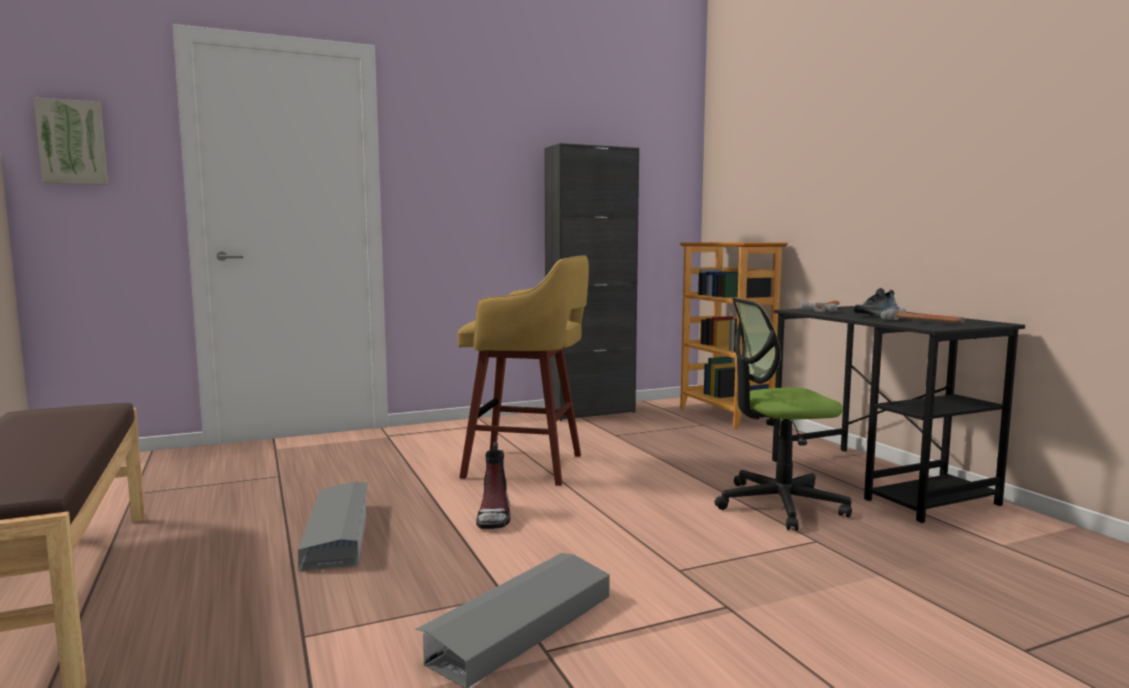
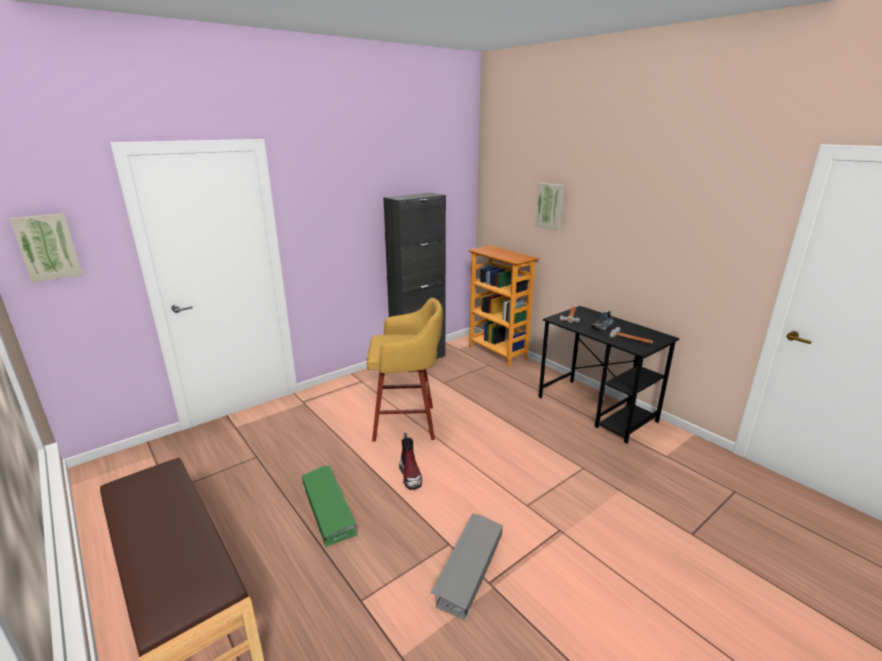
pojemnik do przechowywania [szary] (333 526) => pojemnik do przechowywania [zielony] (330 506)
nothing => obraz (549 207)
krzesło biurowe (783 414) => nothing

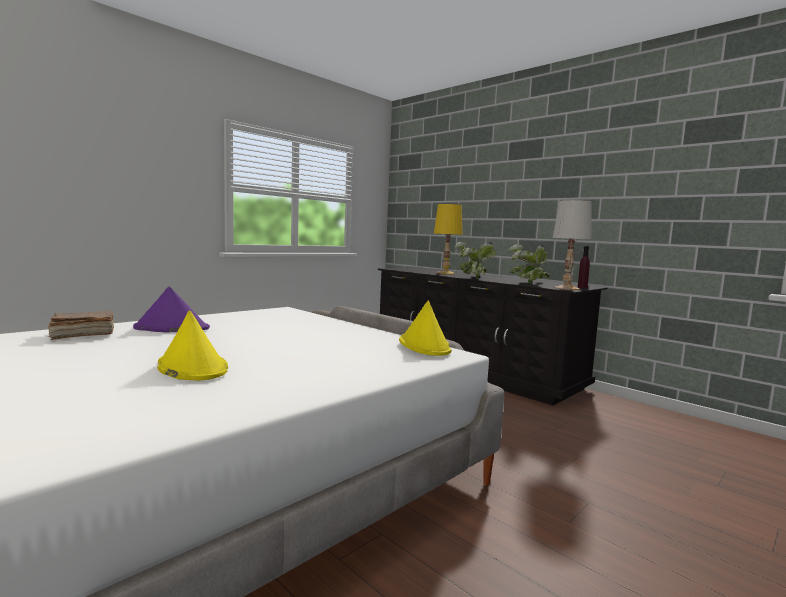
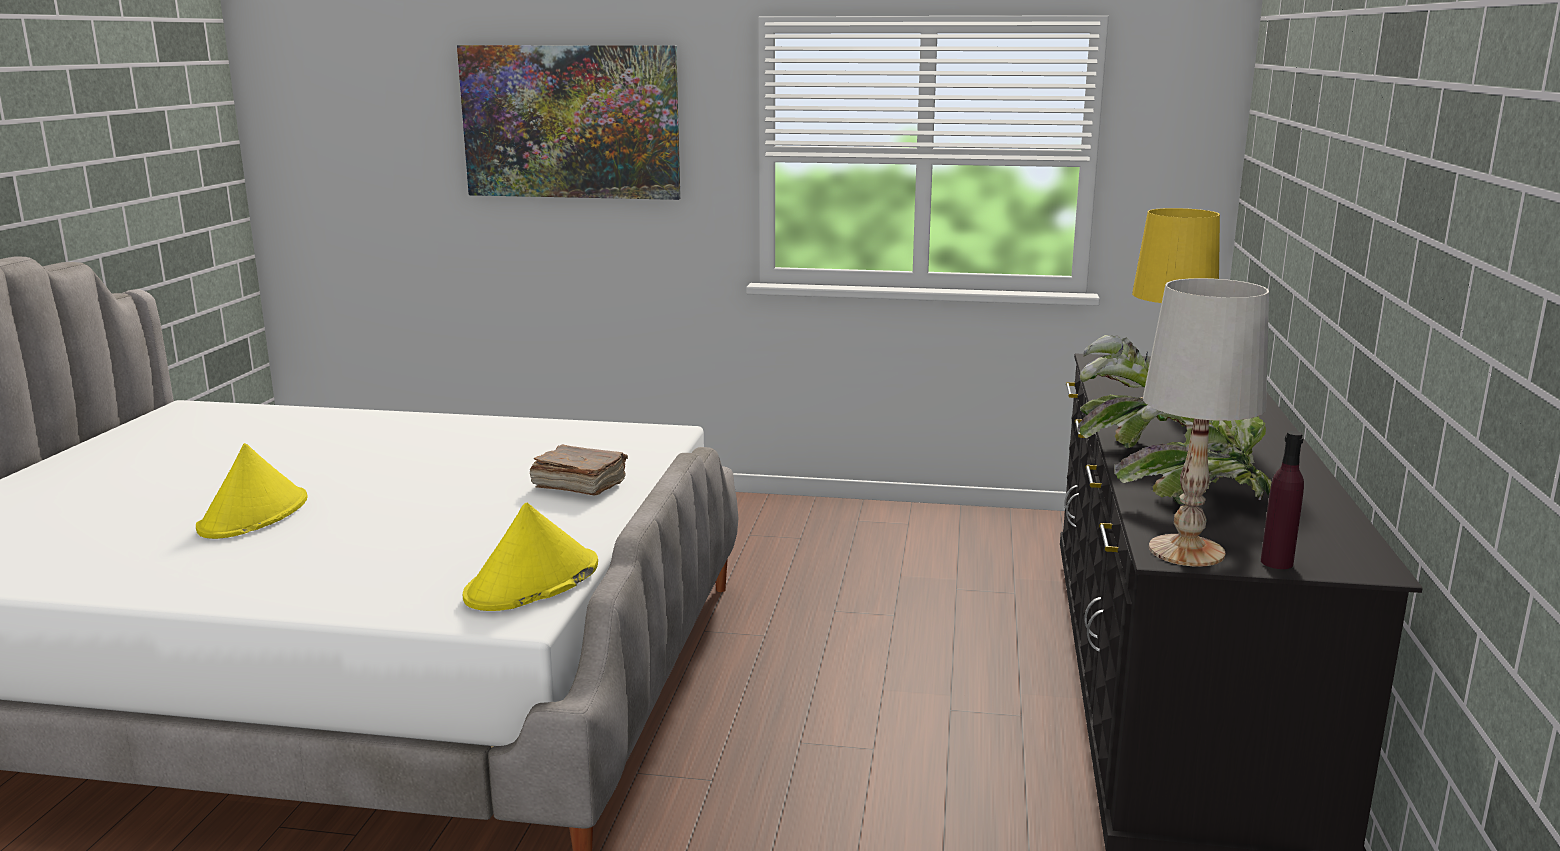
nothing => obraz (568 122)
książka [brązowy] (81 325) => książka [brązowy] (579 470), moved
kapelusz [fioletowy] (171 309) => nothing

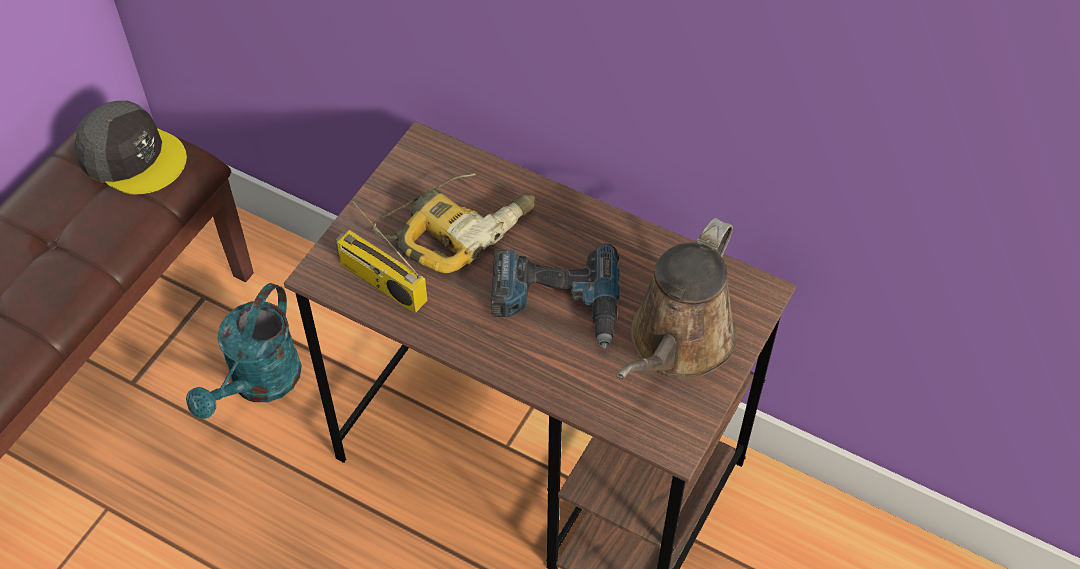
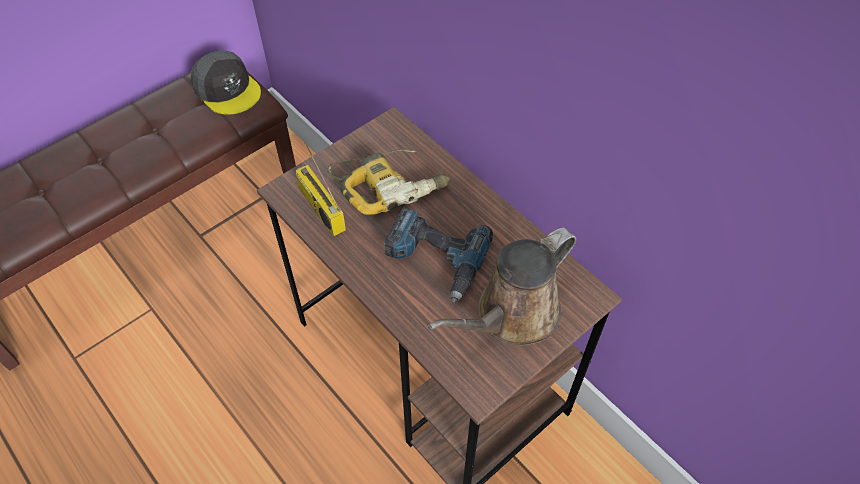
konewka [turkusowy] (244 351) => nothing

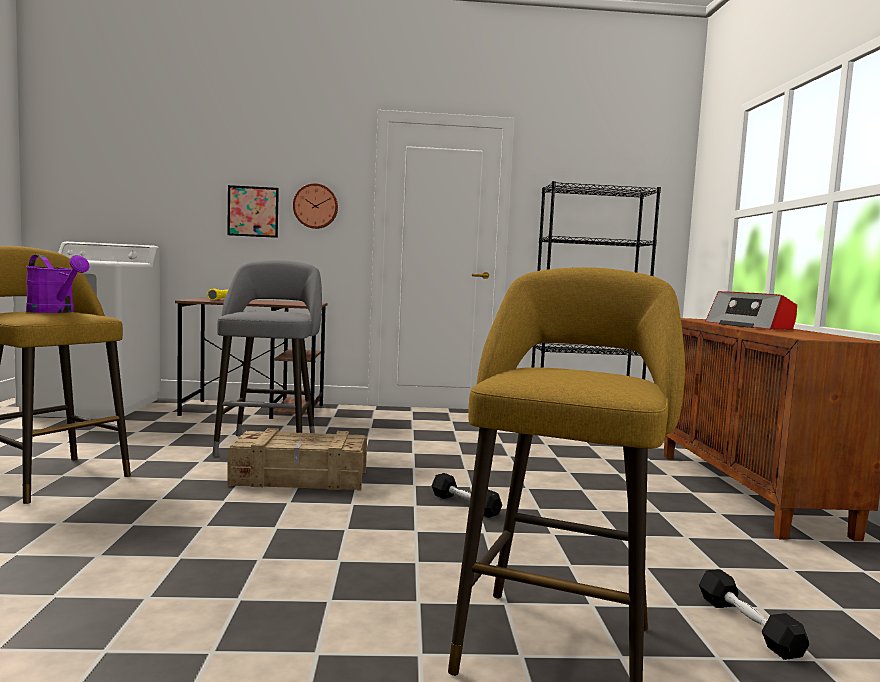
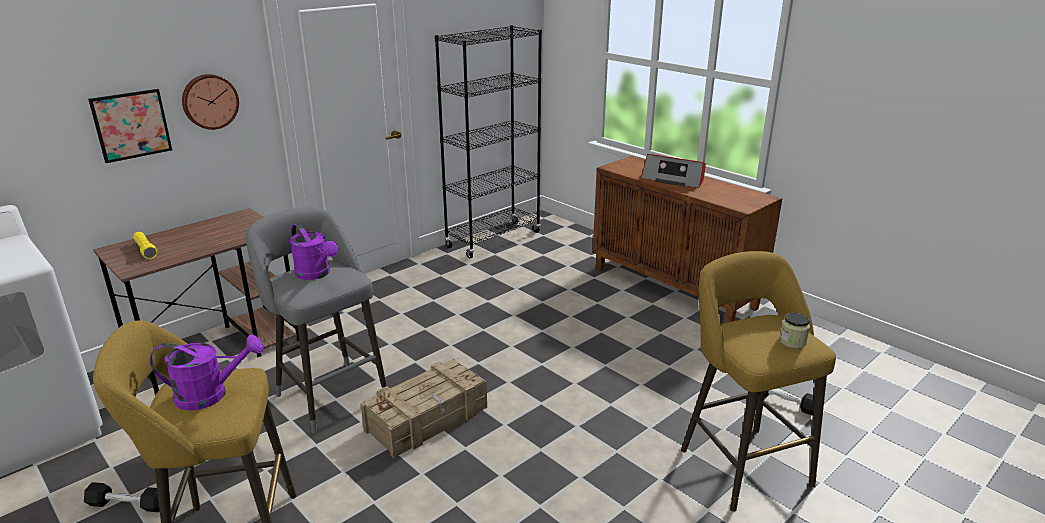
hantel [czarny] (467 495) => hantel [czarny] (122 497), moved
nothing => konewka [fioletowy] (314 251)
nothing => słoik (794 331)

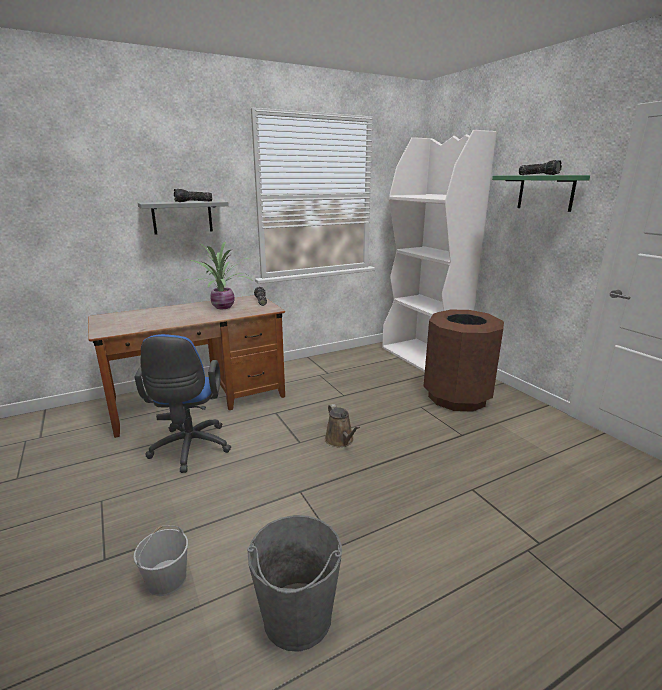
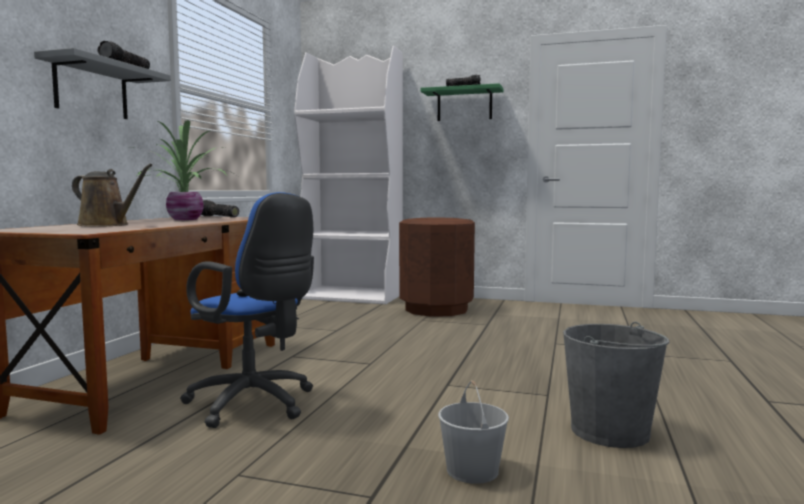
konewka [brązowy] (342 425) => konewka [brązowy] (112 195), moved

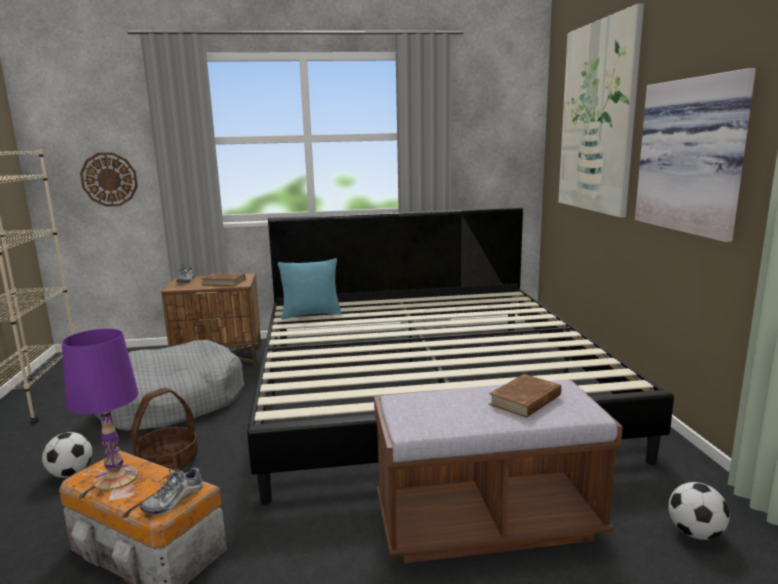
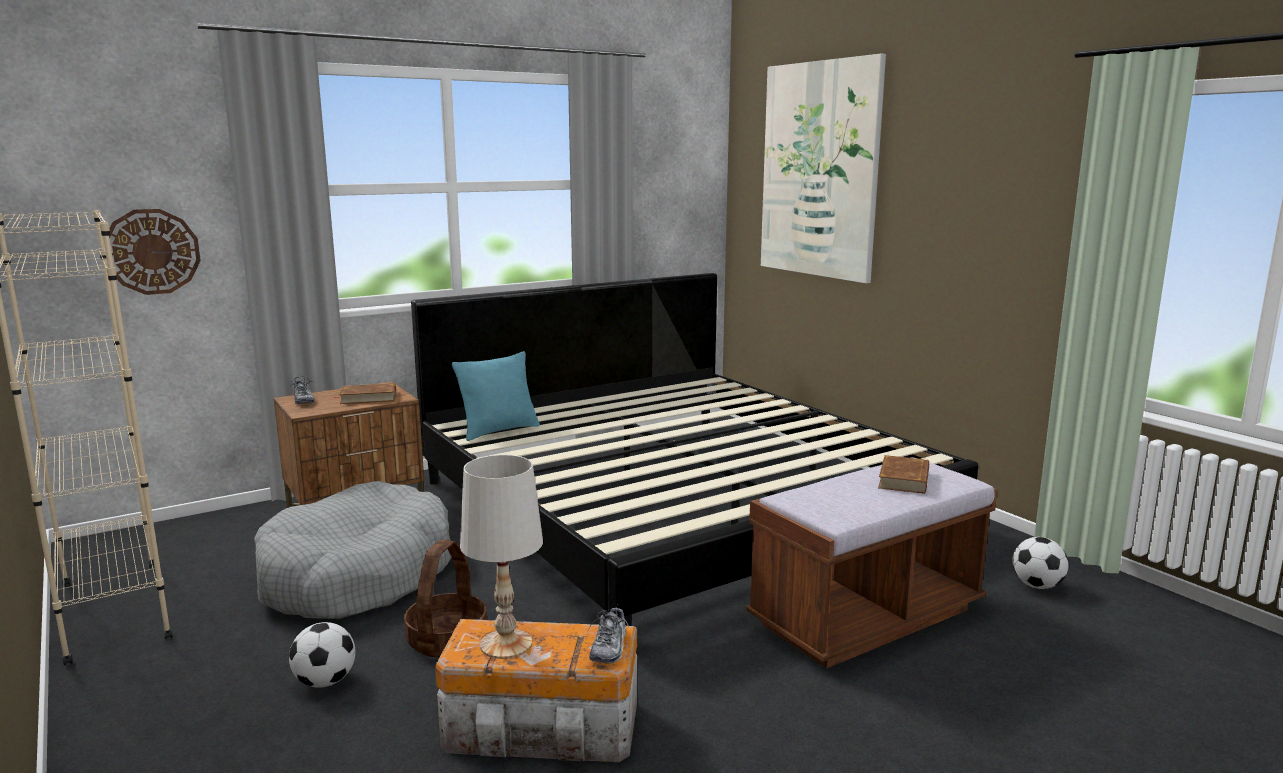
lampa stołowa [fioletowy] (100 409) => lampa stołowa [biały] (501 557)
obraz (695 155) => nothing

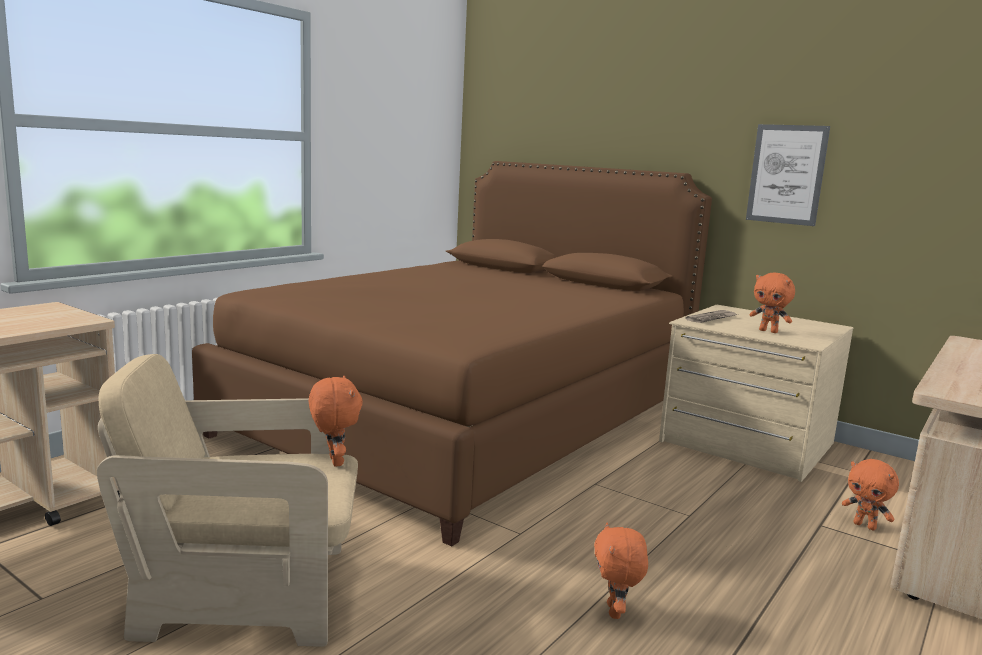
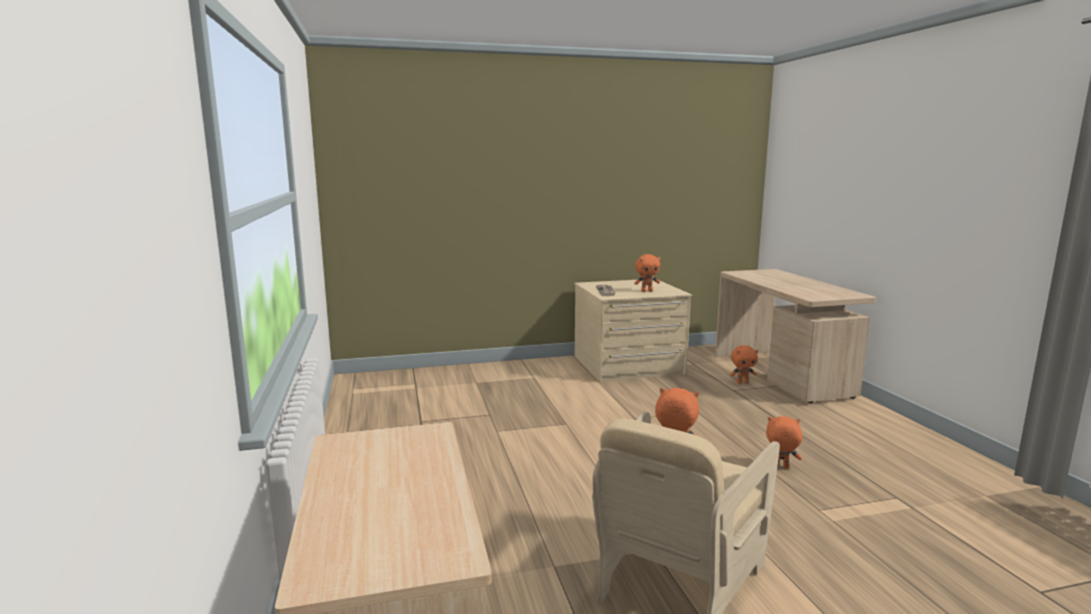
pluszak [pomarańczowy] (621 571) => pluszak [pomarańczowy] (784 442), 150 degrees clockwise
łóżko [brązowy] (452 353) => nothing
obraz (788 175) => nothing

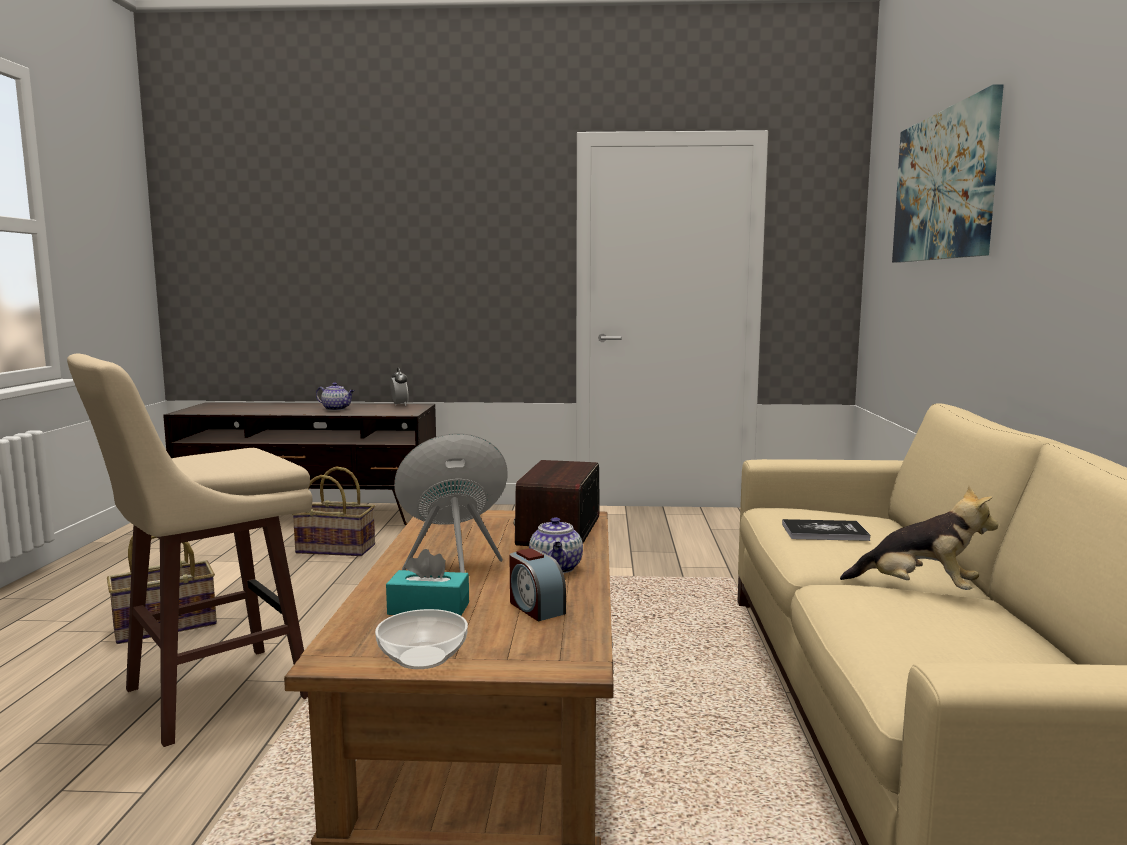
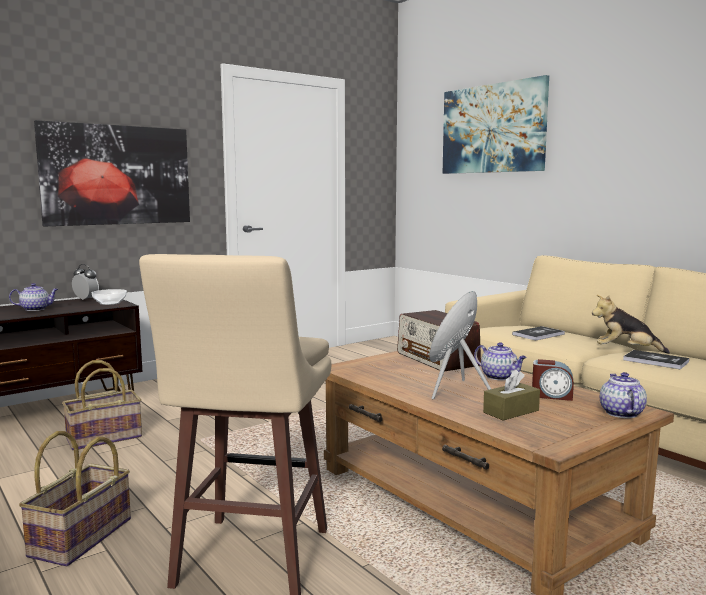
nothing => obraz (112 173)
miska (421 639) => miska (109 297), moved
pudełko chusteczek [turkusowy] (427 582) => pudełko chusteczek [brązowy] (511 395)
pluszak (919 538) => pluszak (631 324), 150 degrees counterclockwise
nothing => imbryk (623 395)
nothing => książka (656 360)

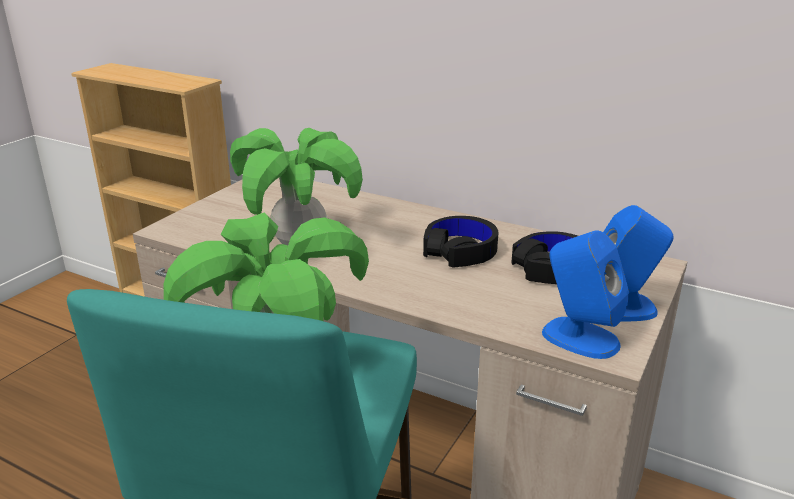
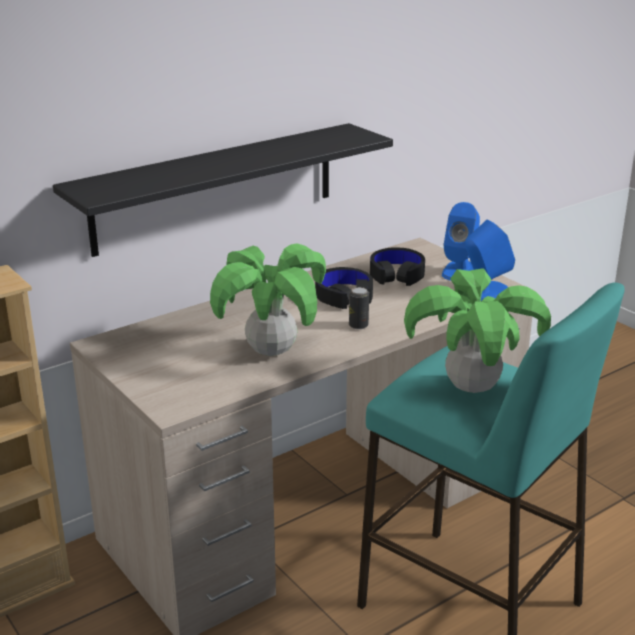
nothing => półka [czarny] (223 190)
nothing => puszka (359 308)

